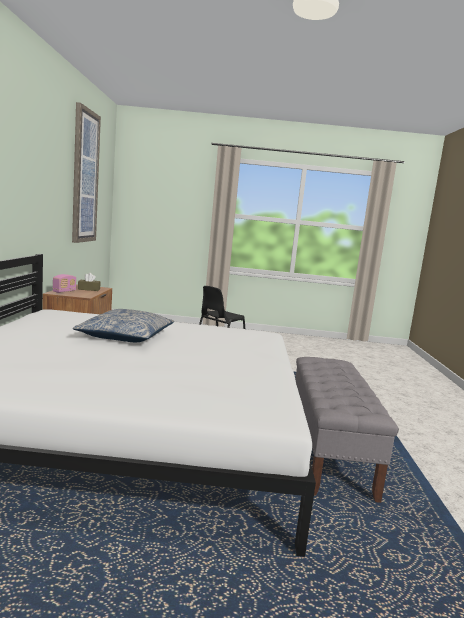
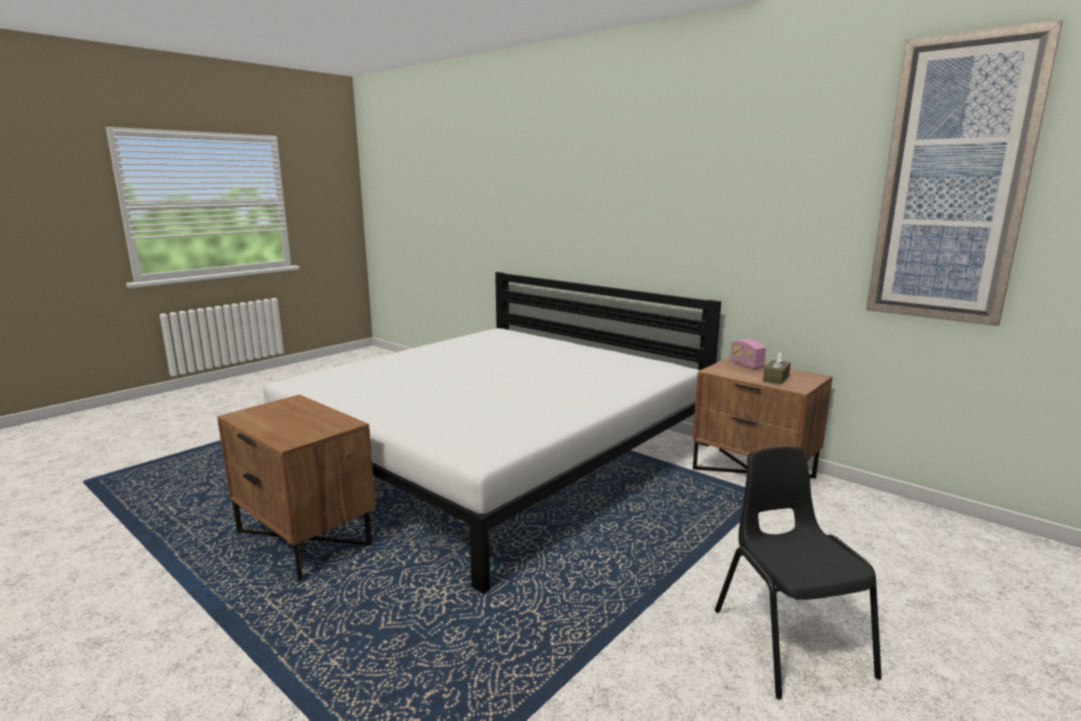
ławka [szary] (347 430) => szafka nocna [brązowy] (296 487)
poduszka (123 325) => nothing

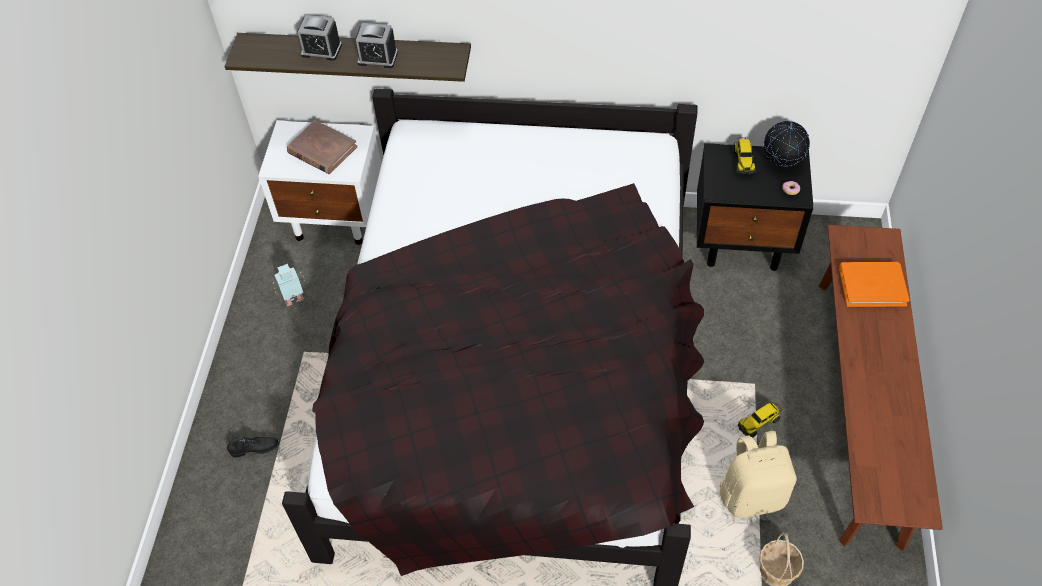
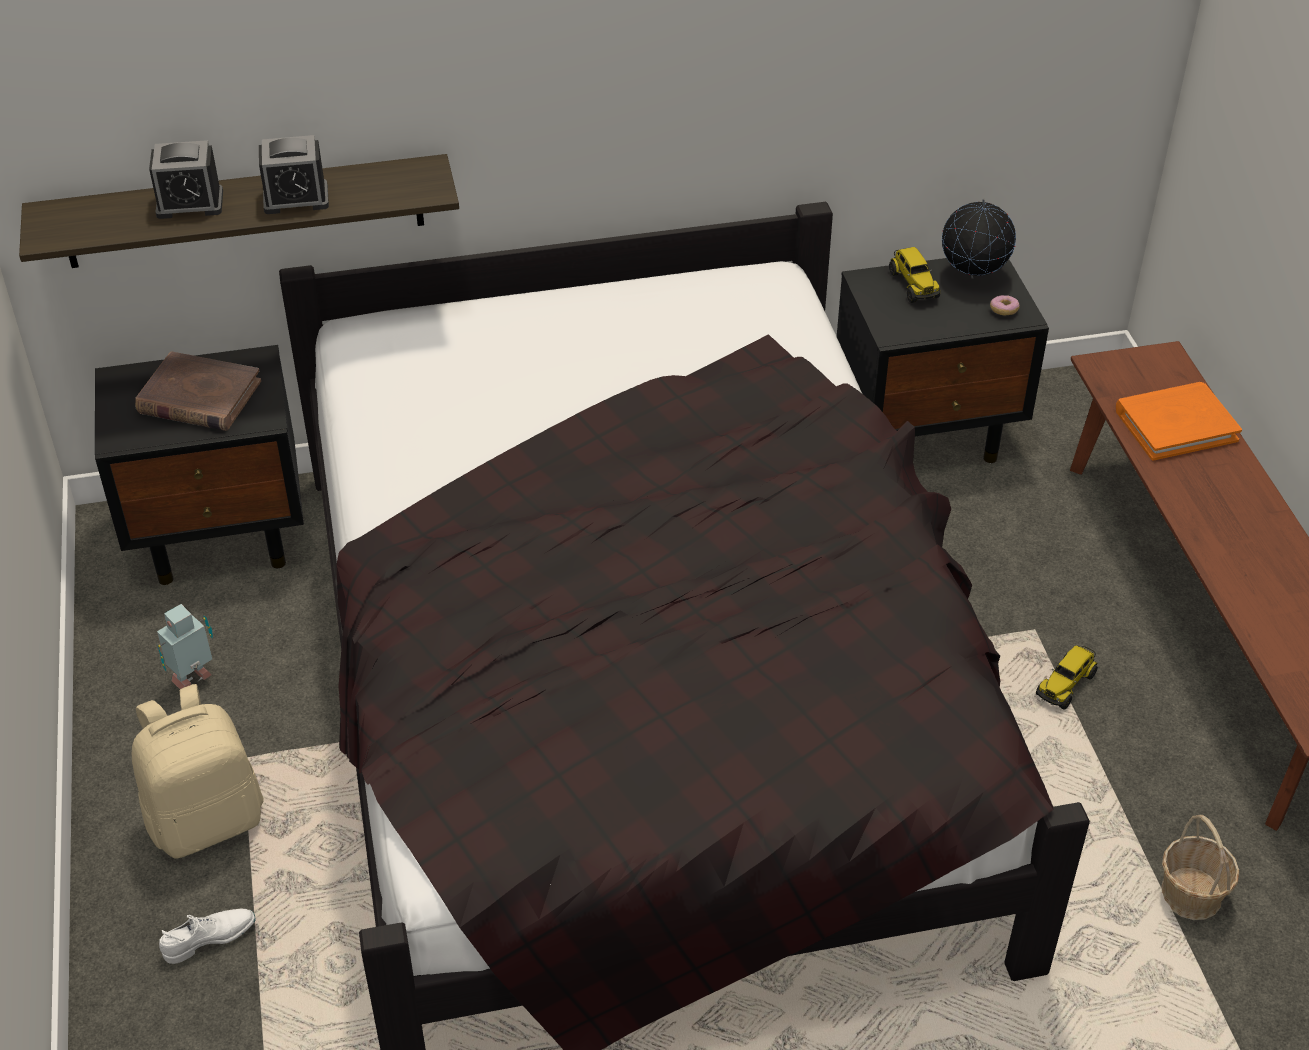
szafka nocna [biały] (319 183) => szafka nocna [czarny] (199 465)
plecak [beżowy] (758 474) => plecak [beżowy] (197 771), moved
but [czarny] (253 447) => but [biały] (207 936)

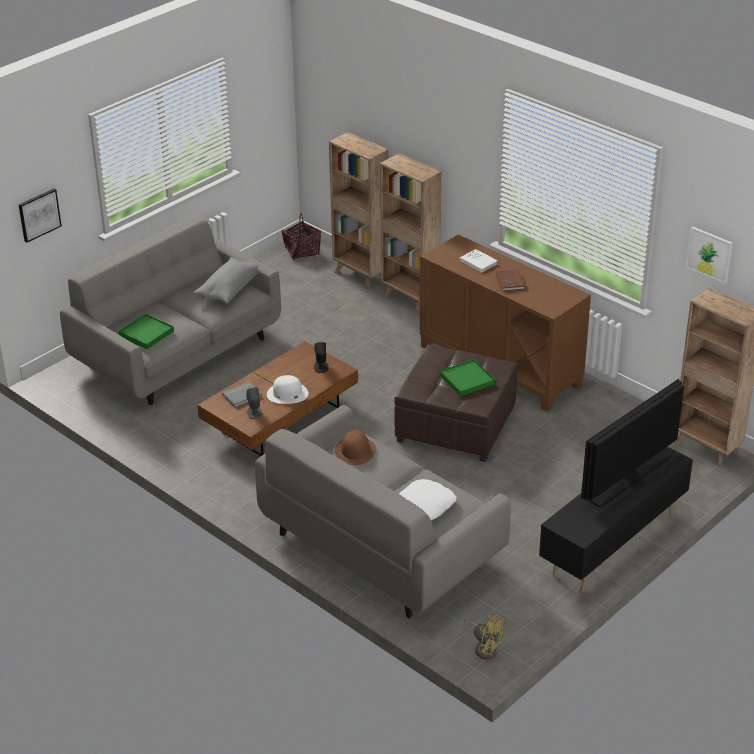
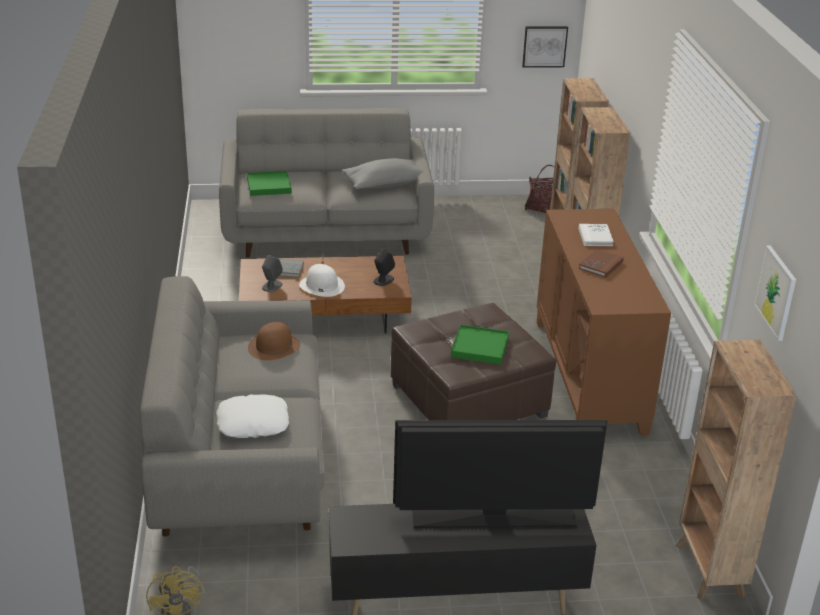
obraz (40 216) => obraz (545 47), moved

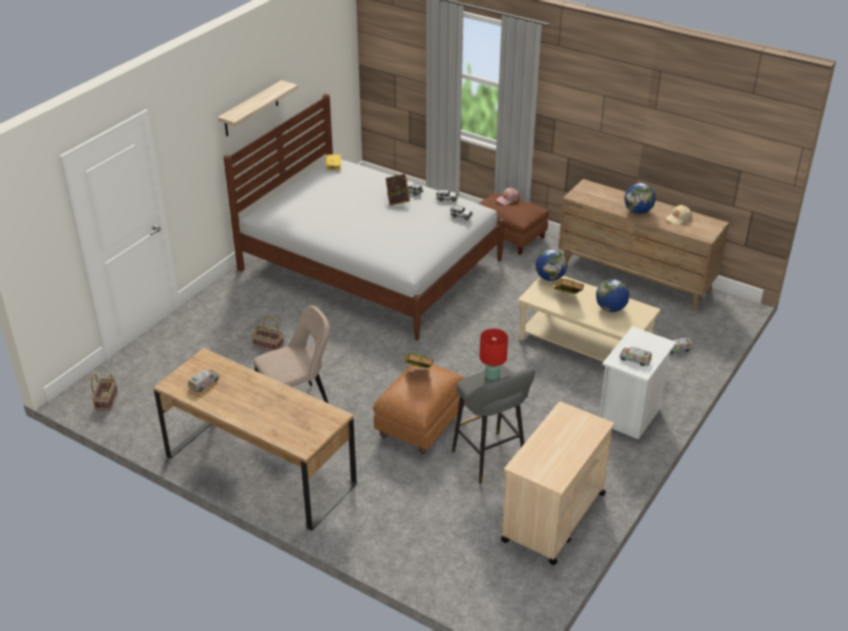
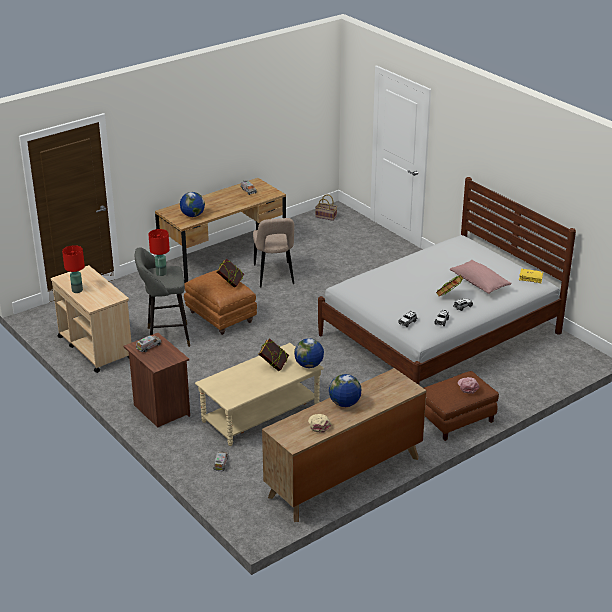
nothing => lampa stołowa [czerwony] (73 269)
szafka nocna [biały] (637 382) => szafka nocna [brązowy] (157 380)
globus (612 295) => globus (192 204), moved
nothing => poduszka [różowy] (480 277)
półka (257 108) => nothing
koszyk (268 334) => nothing

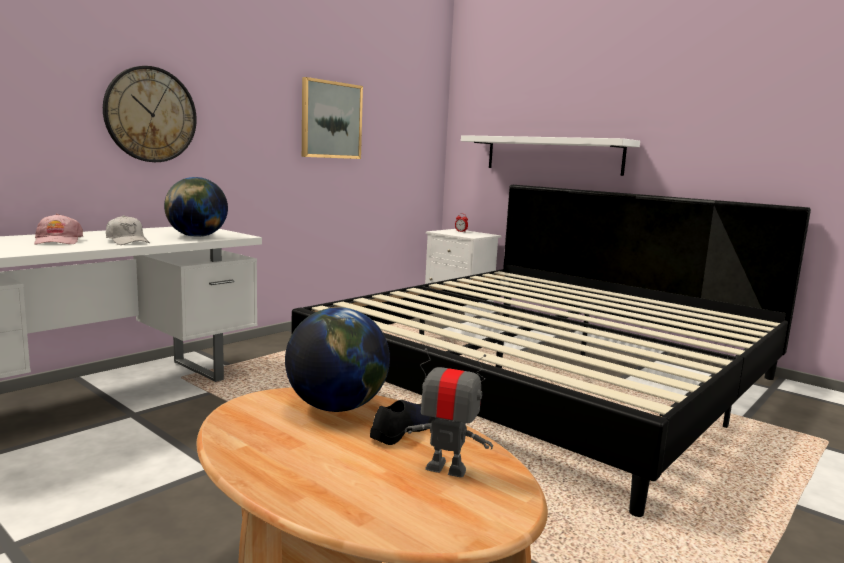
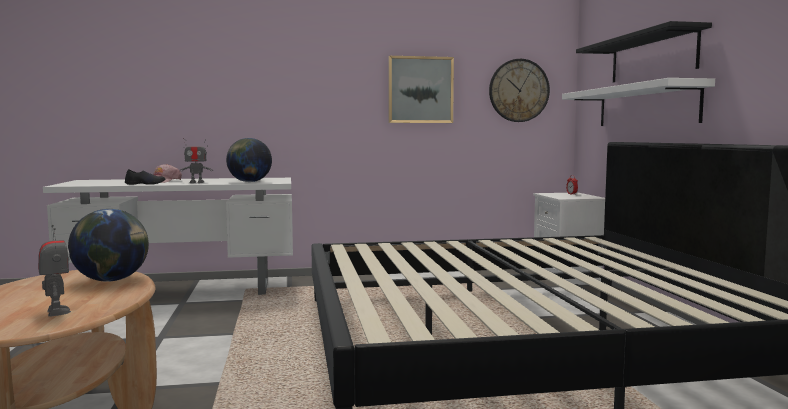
but [czarny] (403 422) => but [czarny] (145 177), moved
czapka z daszkiem [biały] (128 230) => robot zabawkowy (196 160)
zegar ścienny (150 114) => zegar ścienny (519 90), moved
nothing => półka [czarny] (644 51)

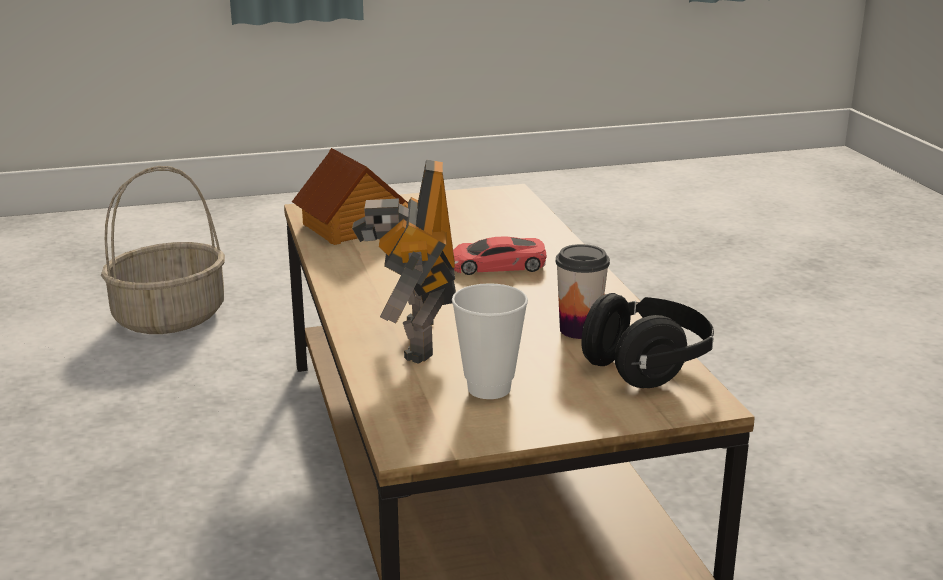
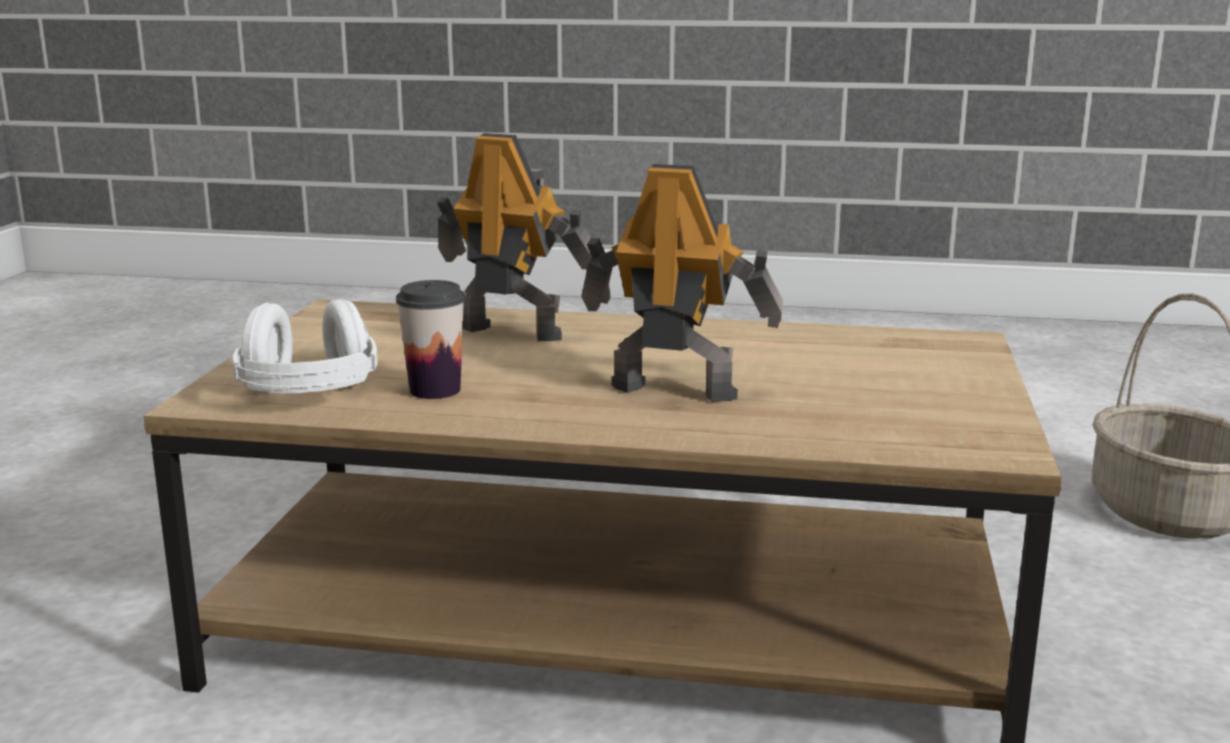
słuchawki [czarny] (647 340) => słuchawki [biały] (305 346)
samochodzik [czerwony] (499 255) => robot zabawkowy (682 283)
domek (350 196) => nothing
filiżanka (490 341) => nothing

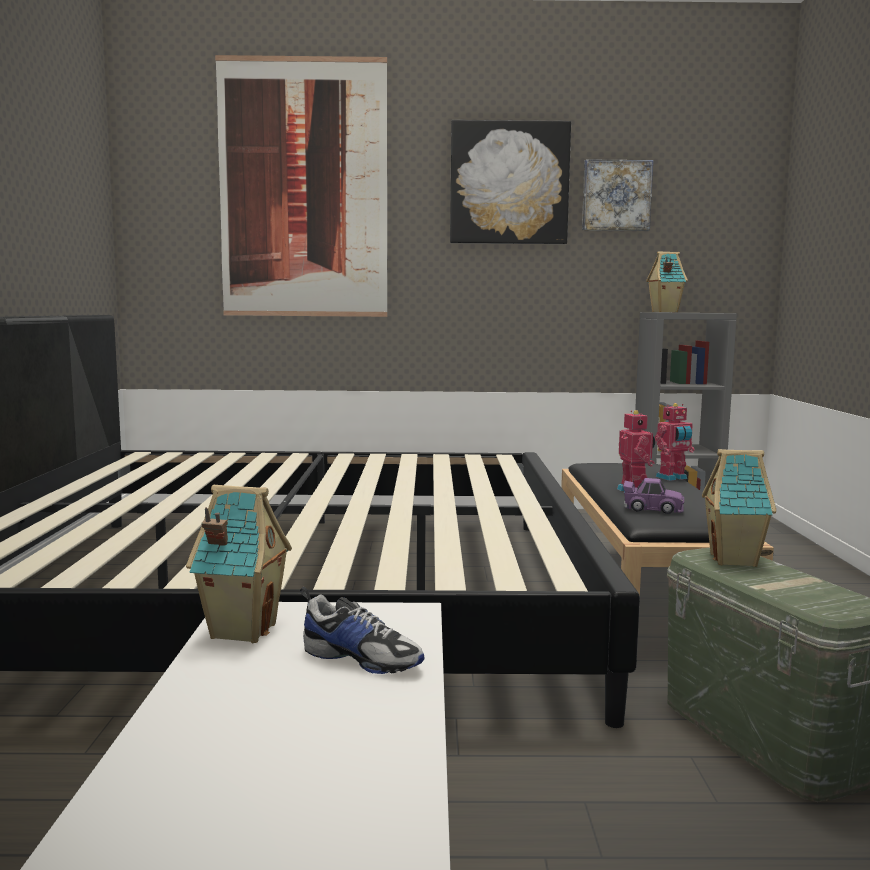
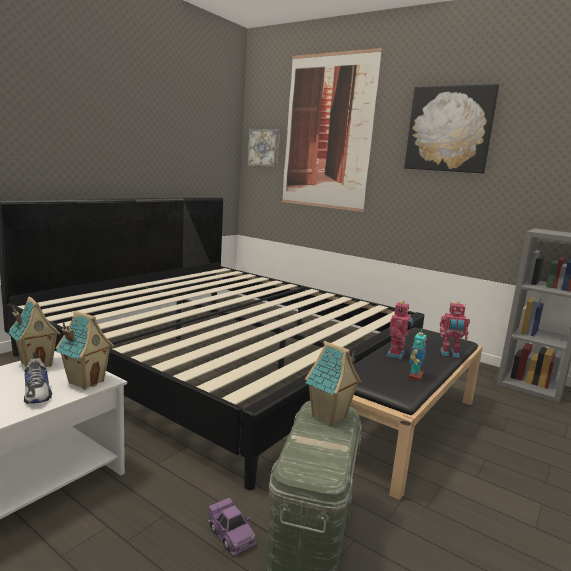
domek (667 281) => domek (85 350), moved
samochodzik [fioletowy] (653 496) => samochodzik [fioletowy] (232 526), moved
obraz (617 195) => obraz (263 148), moved
nothing => robot zabawkowy (418 354)

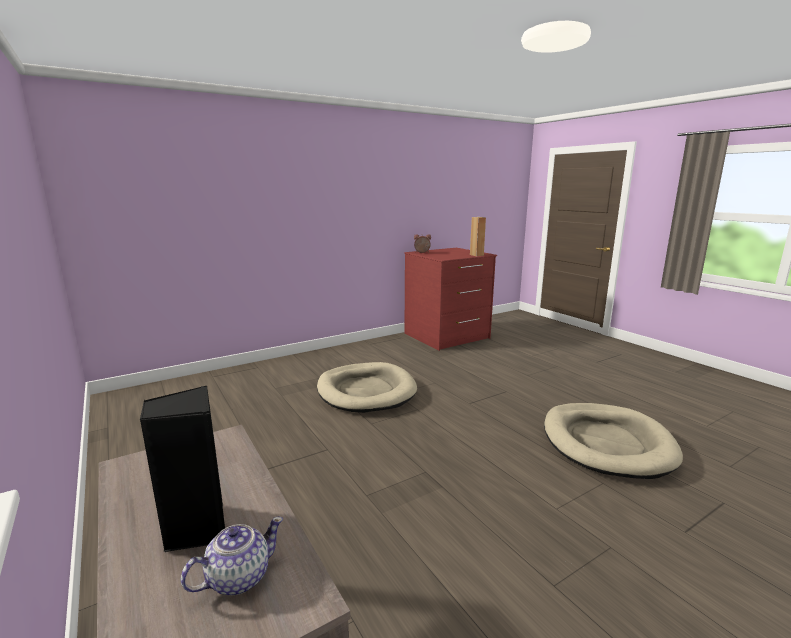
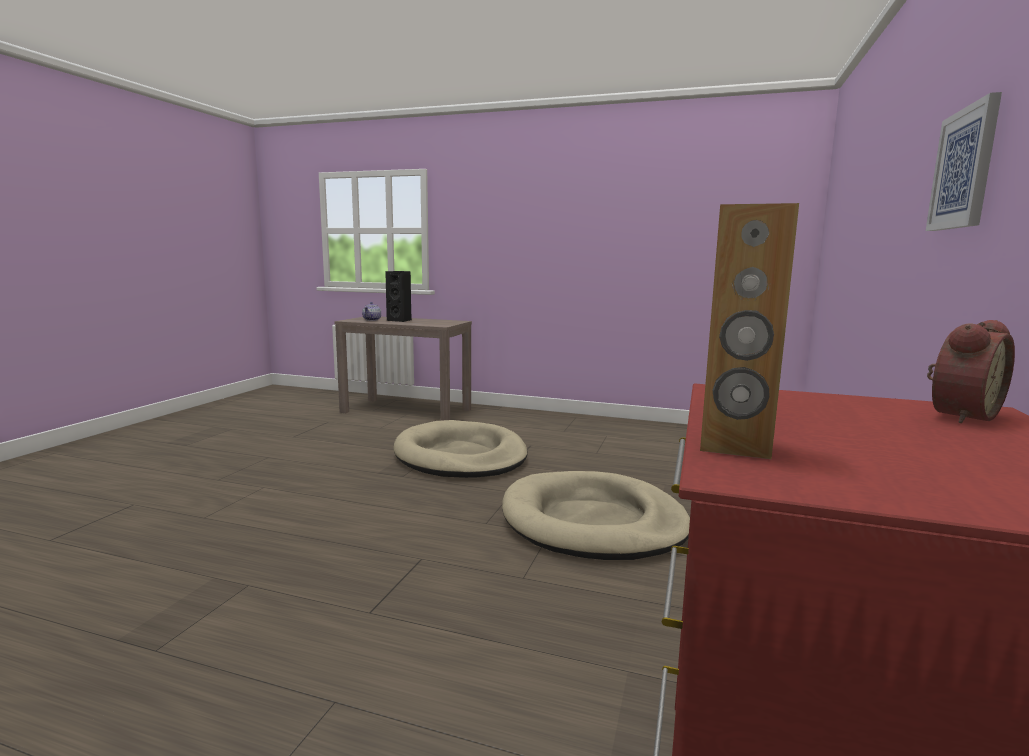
legowisko [beżowy] (613 441) => legowisko [beżowy] (461 449), moved
nothing => obraz (964 161)

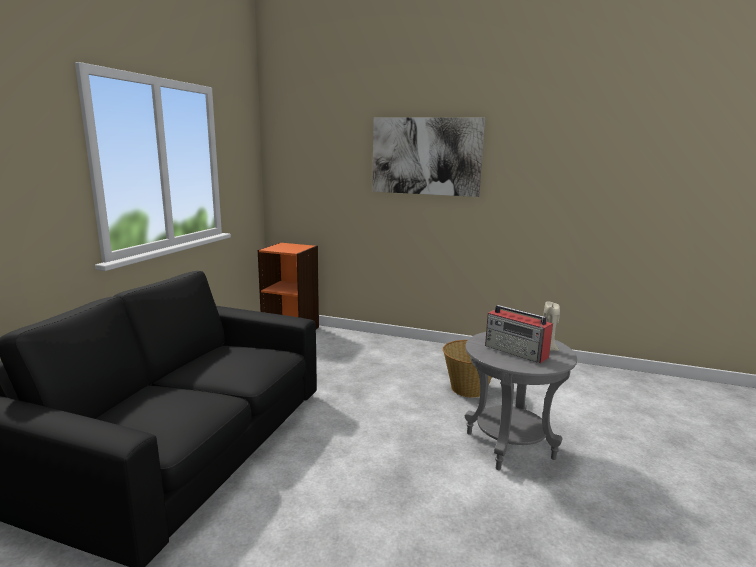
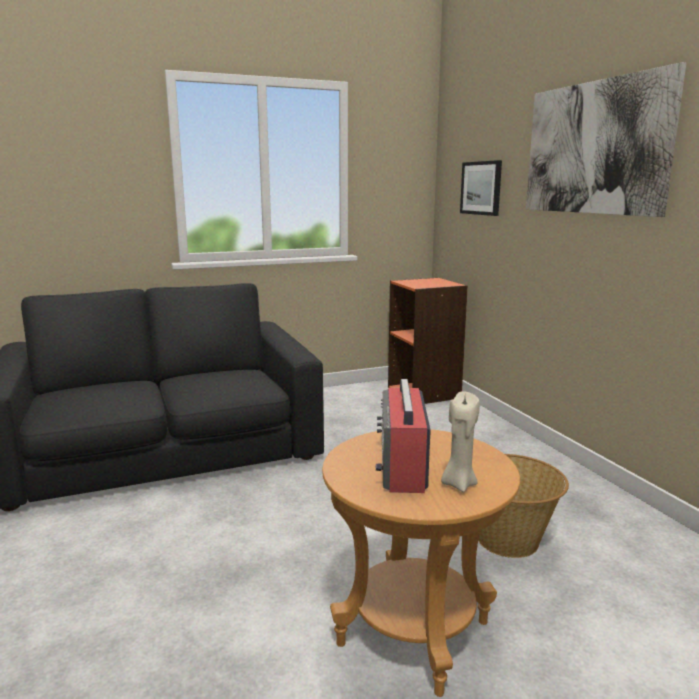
stolik [szary] (521 401) => stolik [brązowy] (421 563)
nothing => obraz (481 188)

